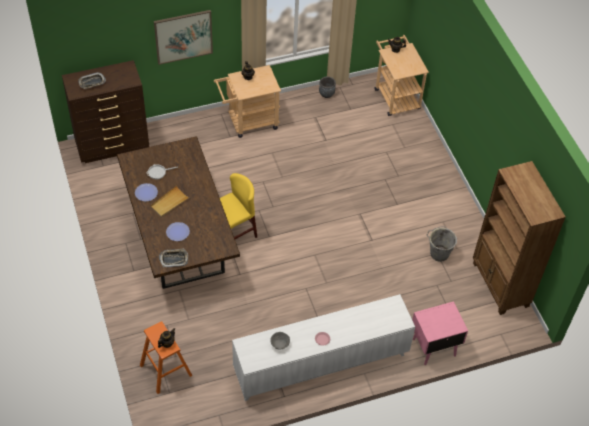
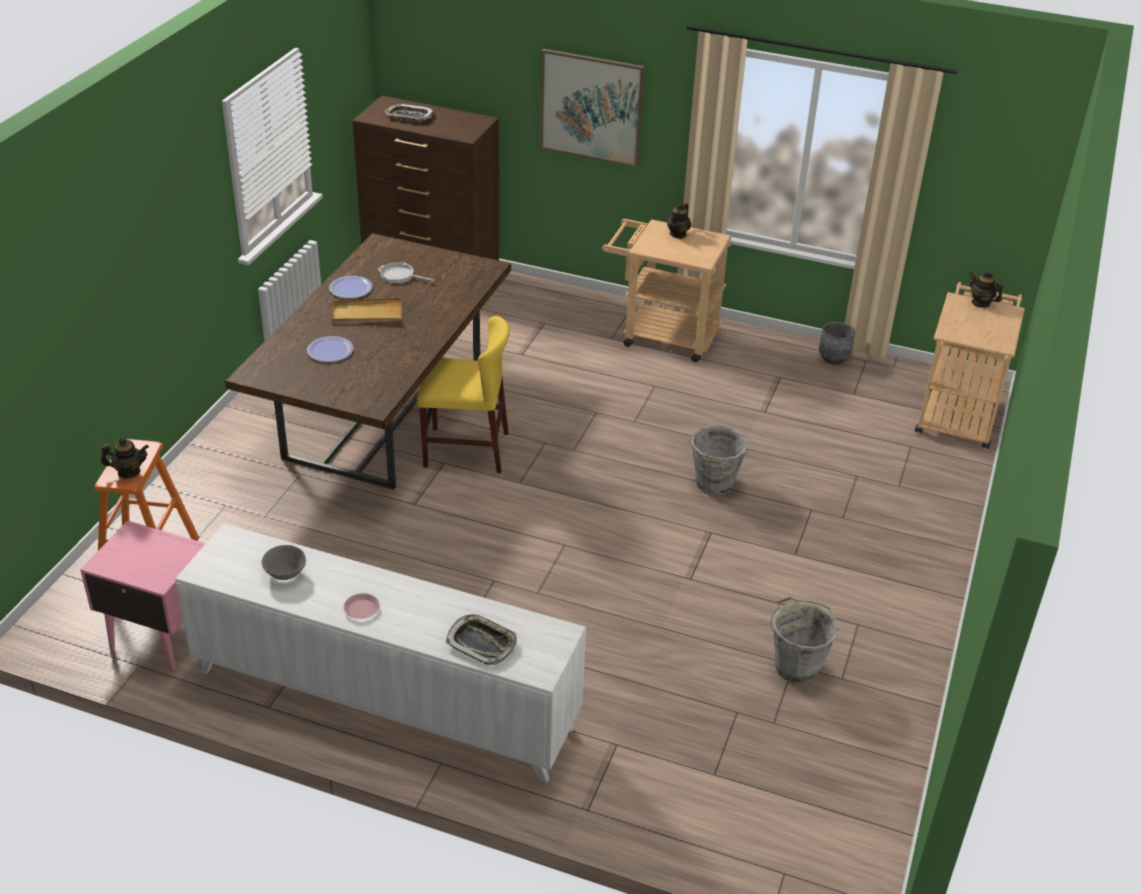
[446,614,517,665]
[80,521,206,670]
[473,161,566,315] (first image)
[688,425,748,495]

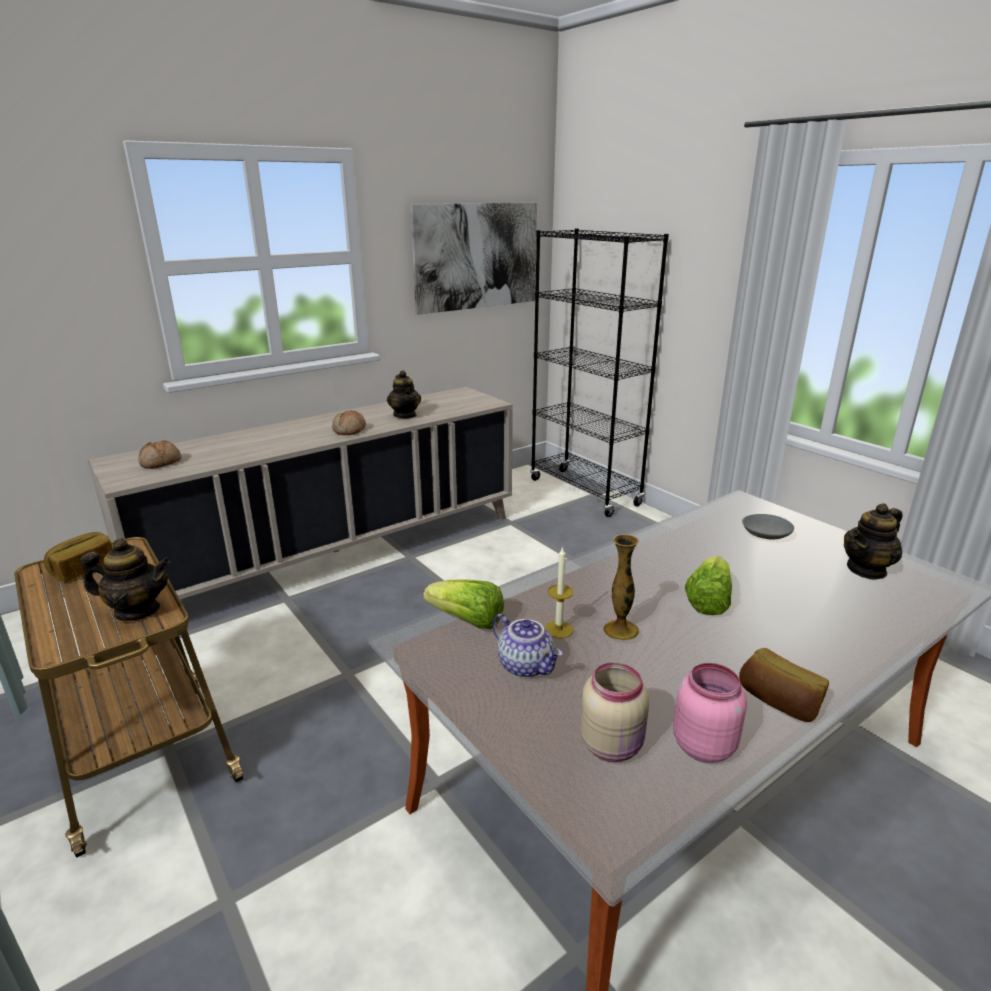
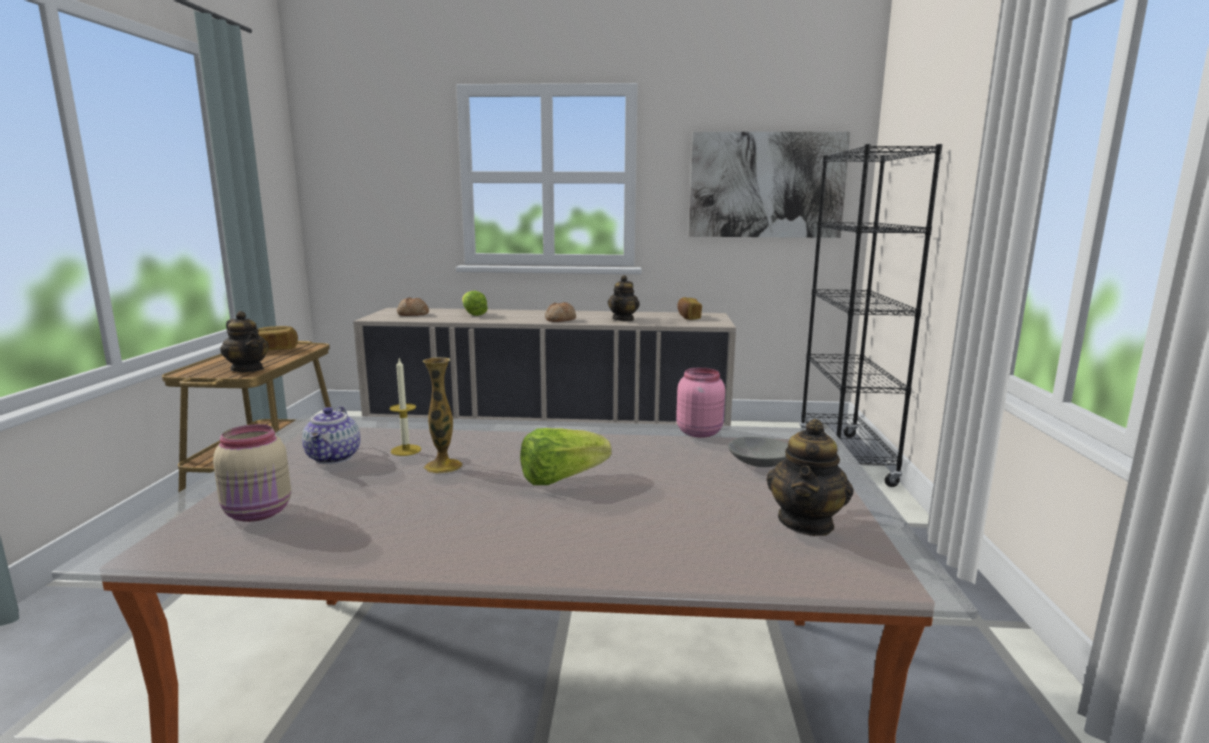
[462,291,488,316]
[676,368,725,438]
[677,297,702,320]
[766,419,854,536]

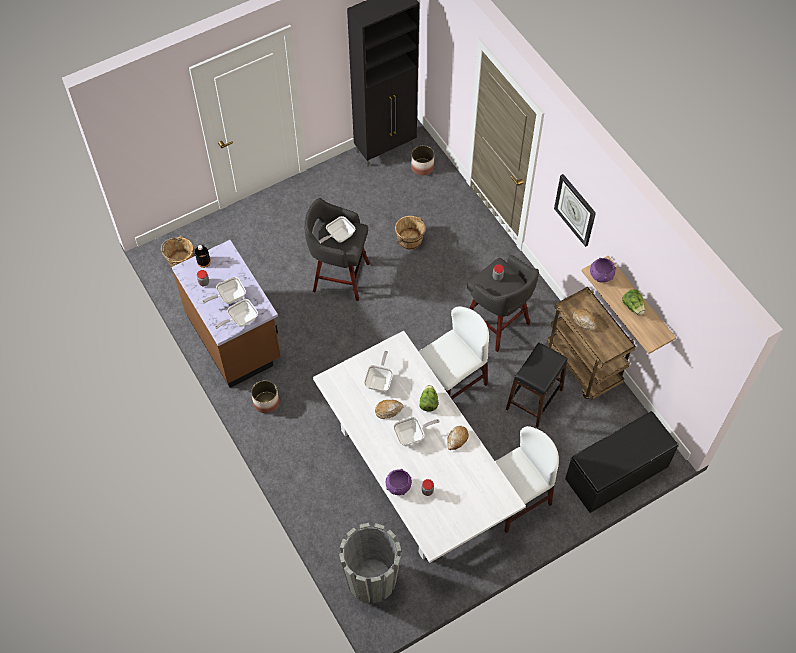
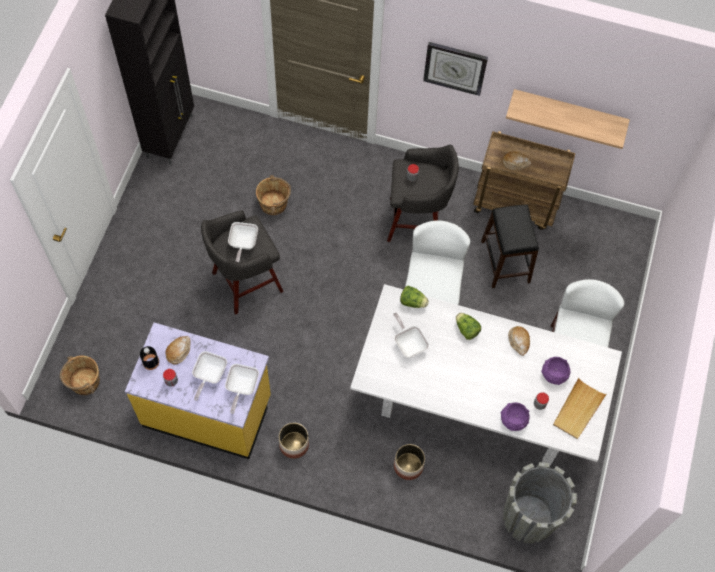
[125,322,271,459]
[166,336,191,365]
[393,417,440,446] (first image)
[394,444,425,480]
[565,411,678,513] (first image)
[541,357,571,385]
[400,286,429,308]
[553,378,607,439]

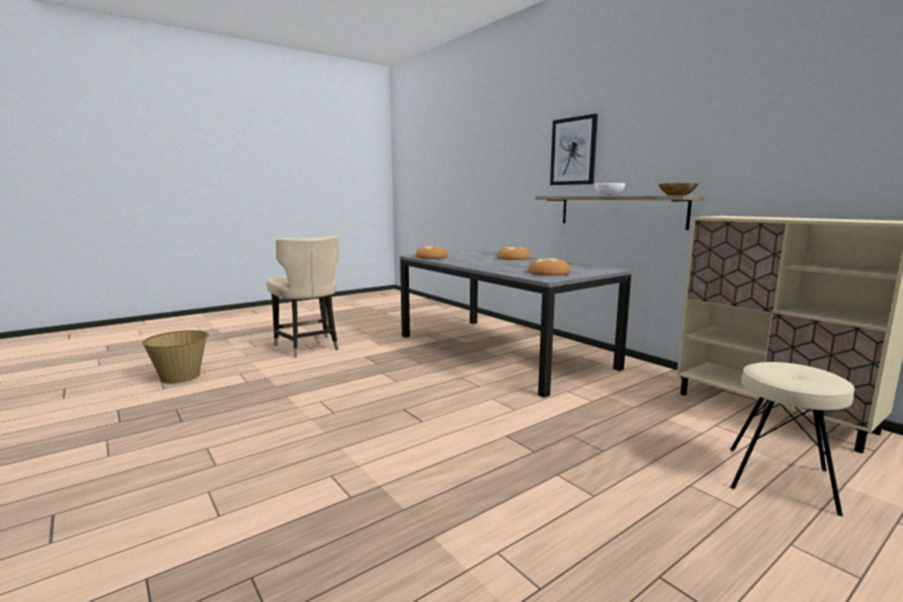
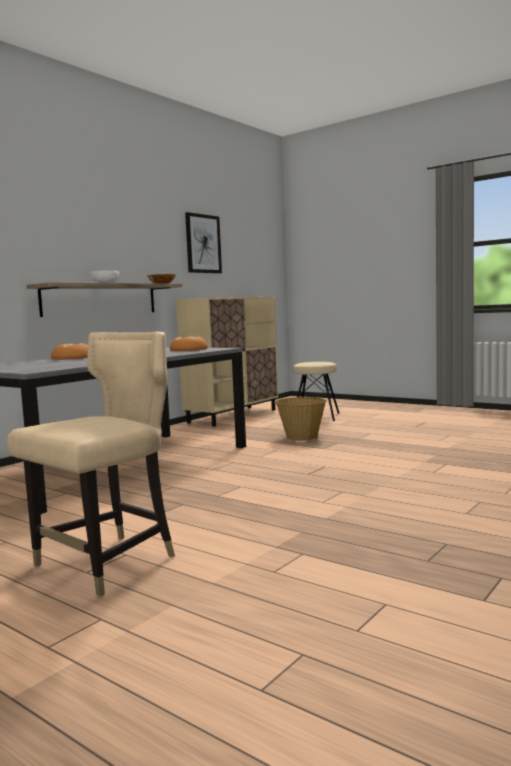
[274,397,326,441]
[415,246,448,259] (first image)
[185,212,222,273]

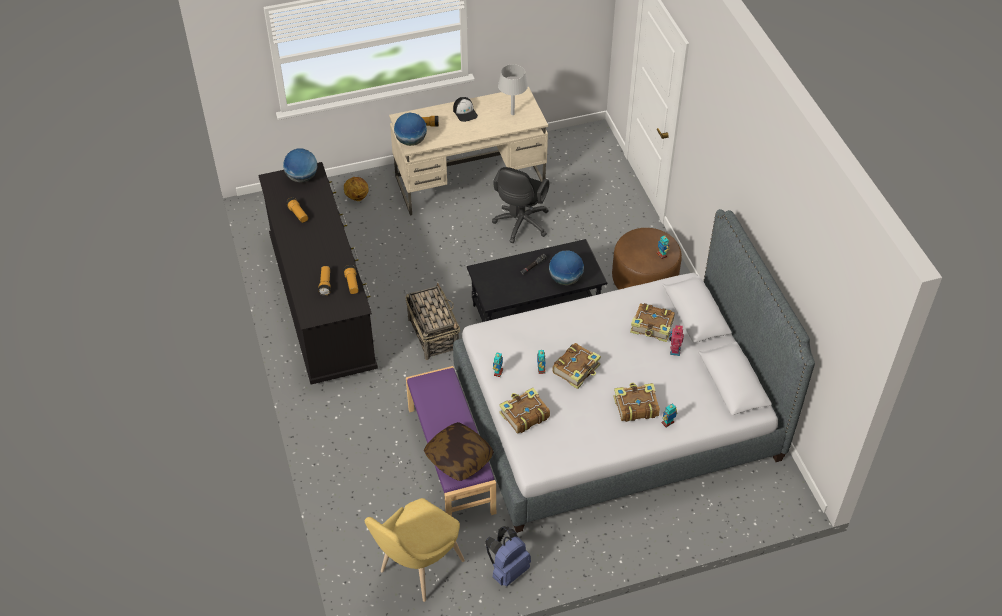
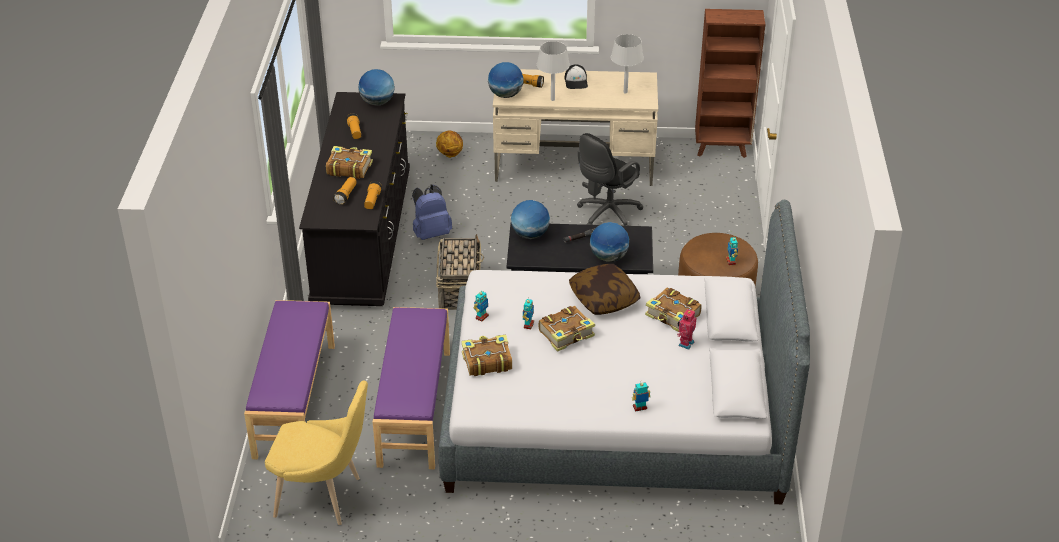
[265,381,368,525]
[569,264,640,315]
[412,184,452,240]
[326,146,373,179]
[244,300,335,459]
[511,200,550,239]
[537,41,570,101]
[695,9,765,158]

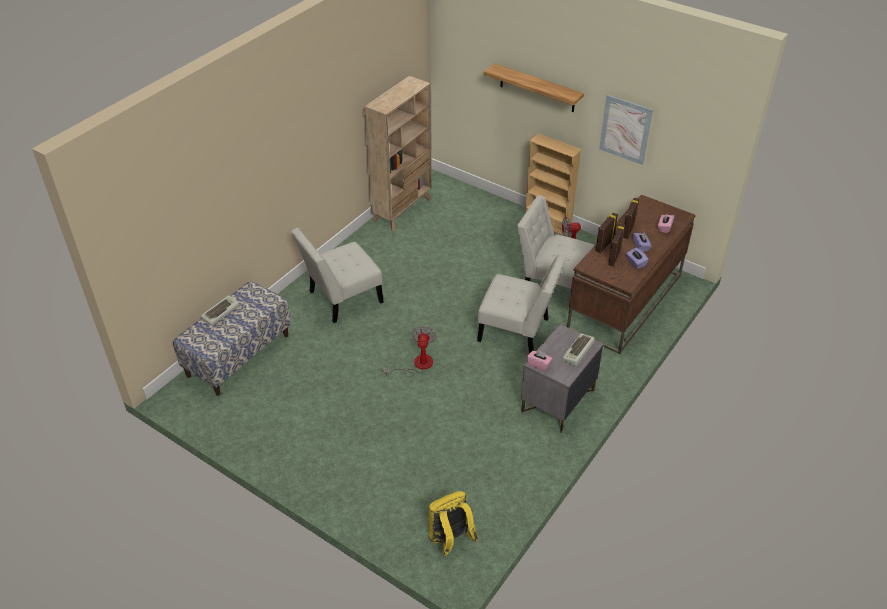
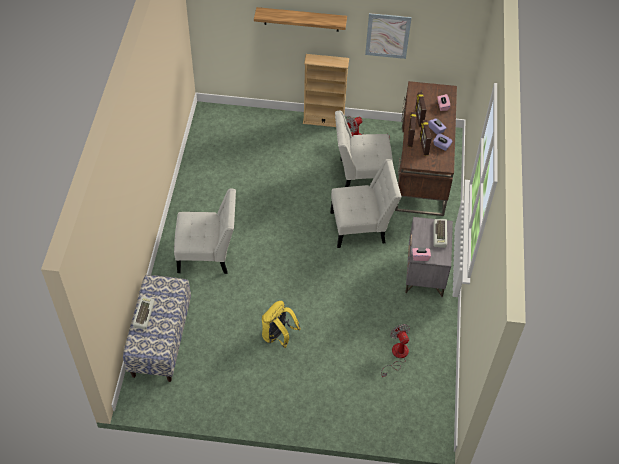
[174,188,236,274]
[364,76,432,231] (first image)
[381,324,410,377]
[262,301,301,348]

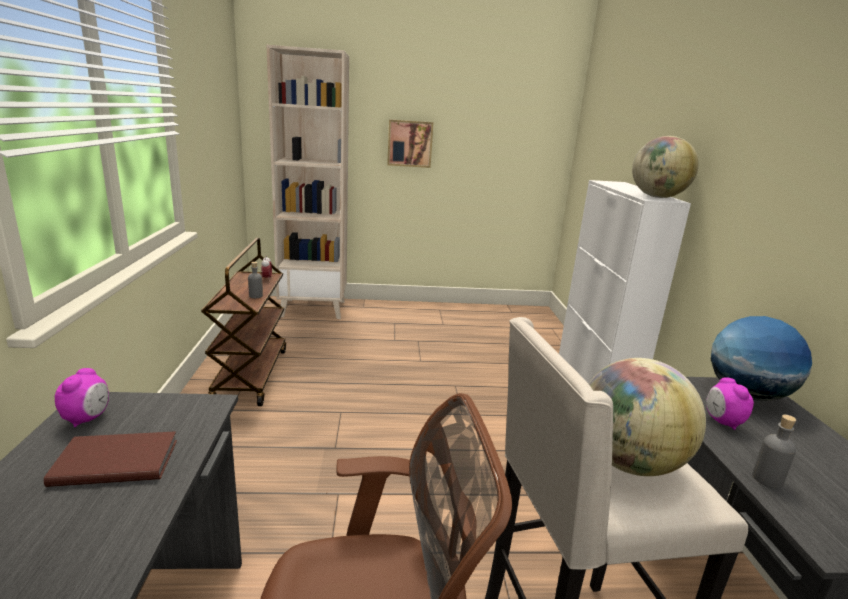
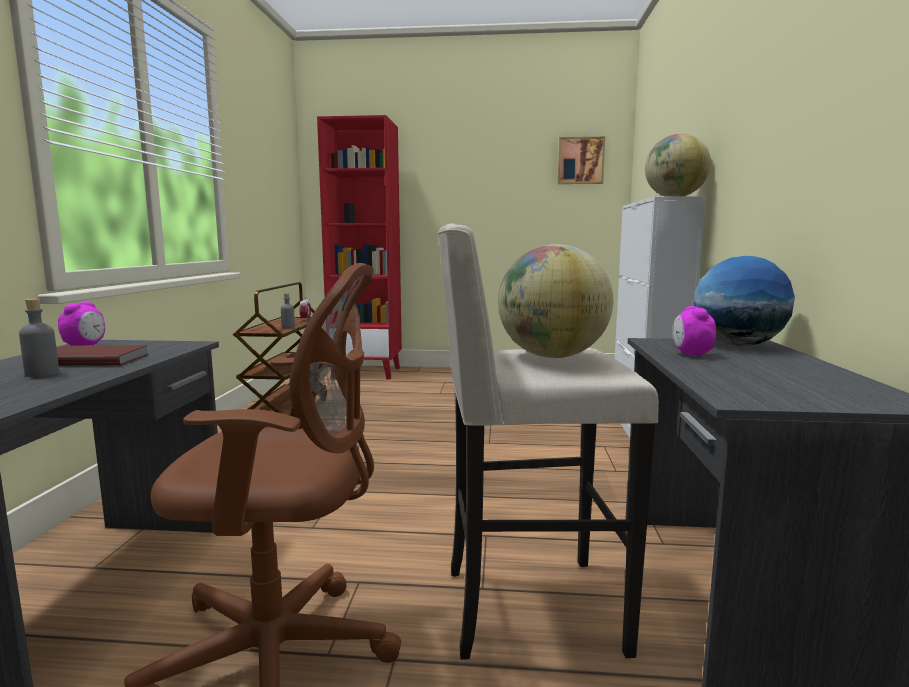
[317,115,402,379]
[558,137,605,184]
[19,299,59,377]

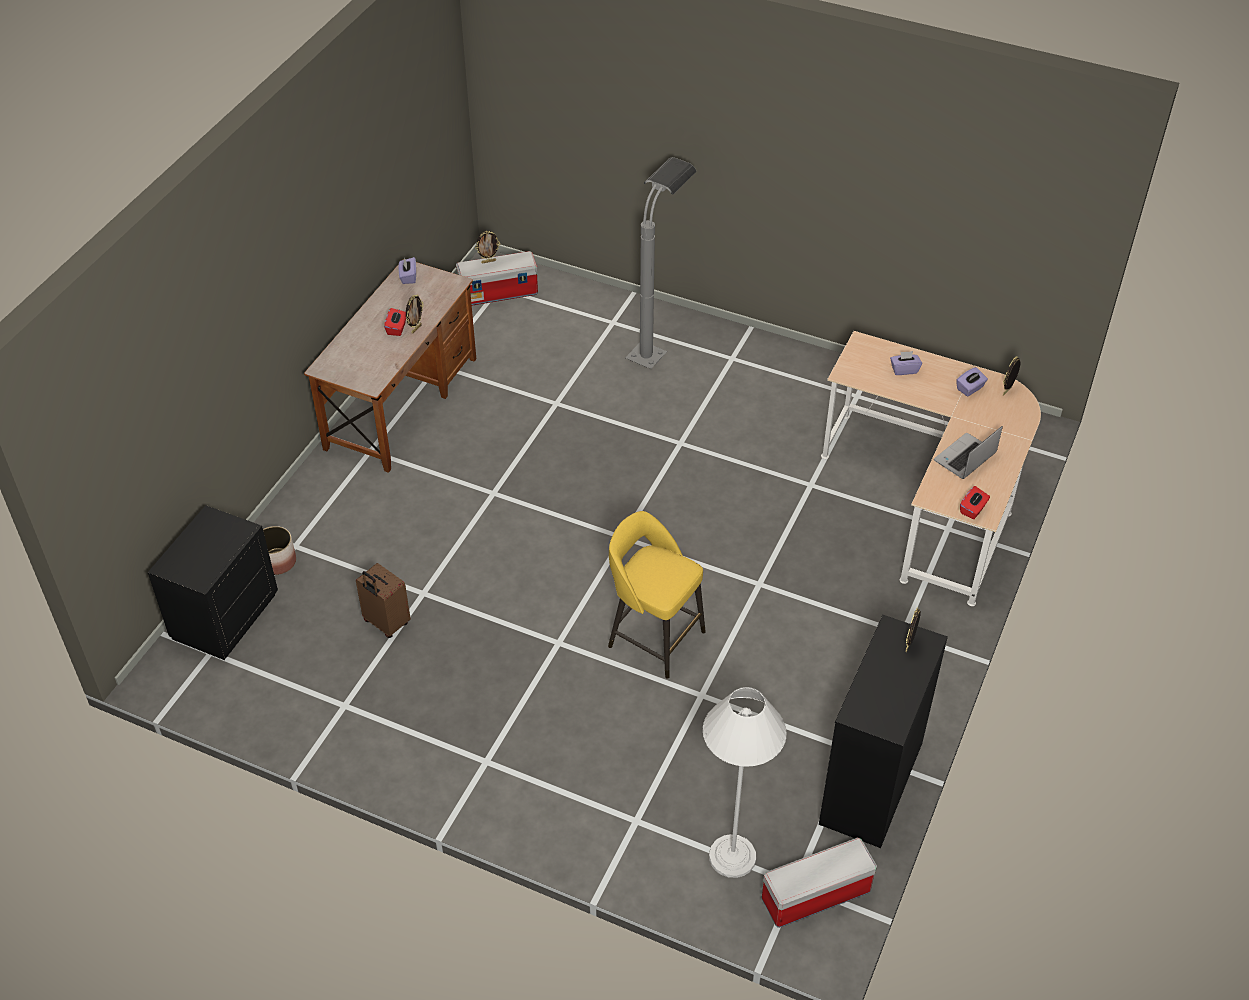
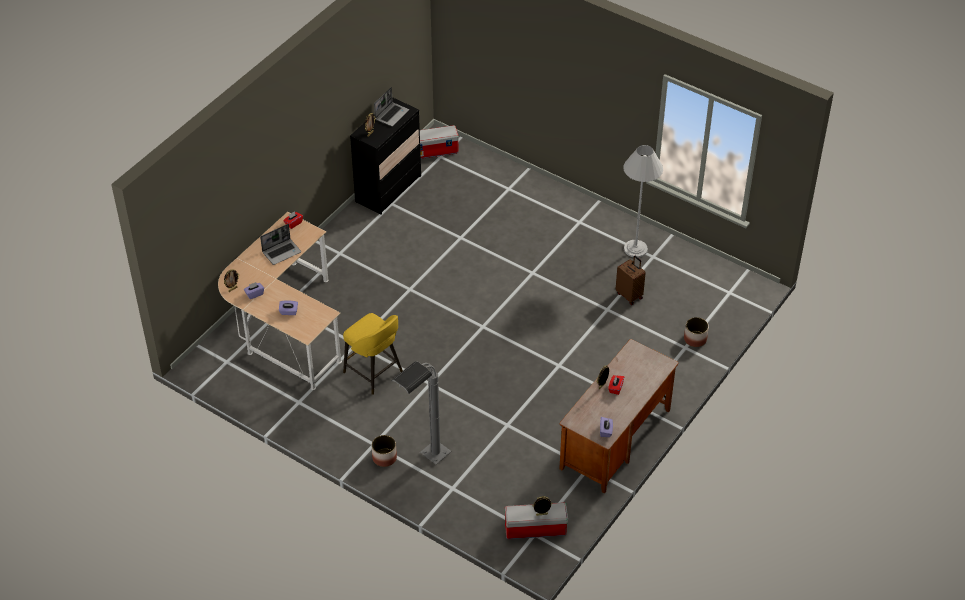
[148,505,278,660] (first image)
[343,313,403,395]
[623,145,663,258]
[372,435,397,467]
[374,87,409,126]

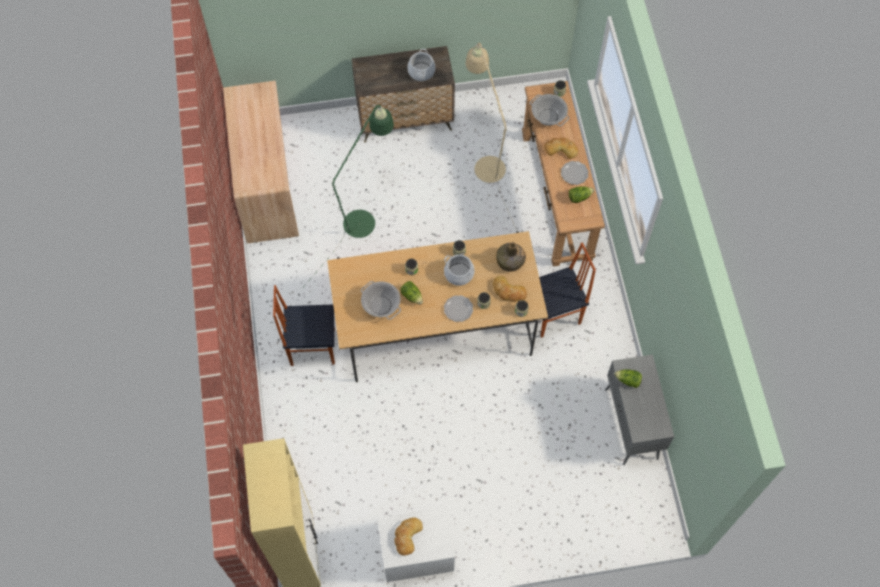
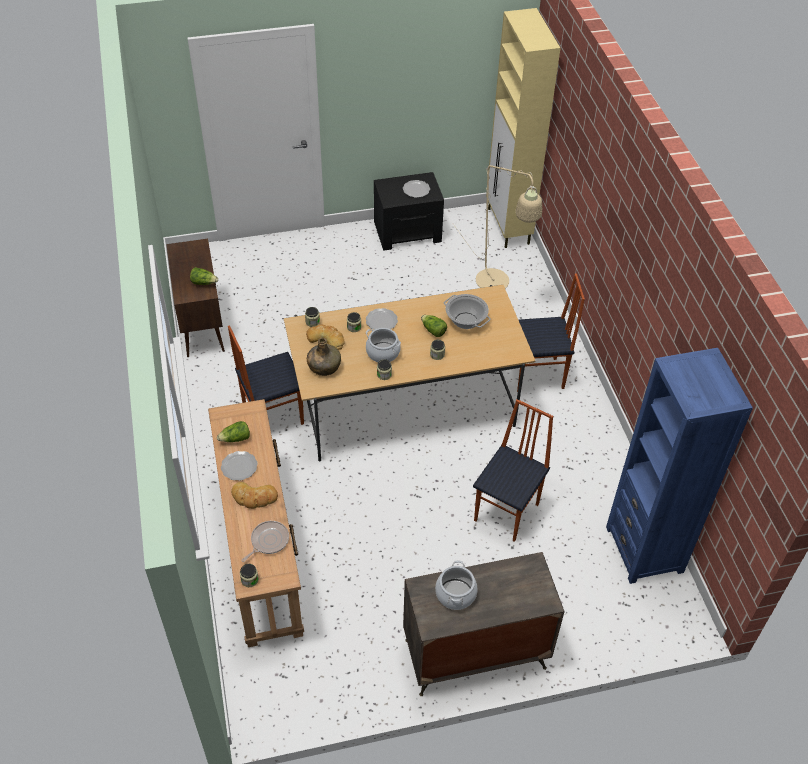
[606,348,753,584]
[473,399,553,542]
[374,172,444,250]
[403,180,430,198]
[453,165,542,288]
[242,521,289,562]
[166,238,225,357]

